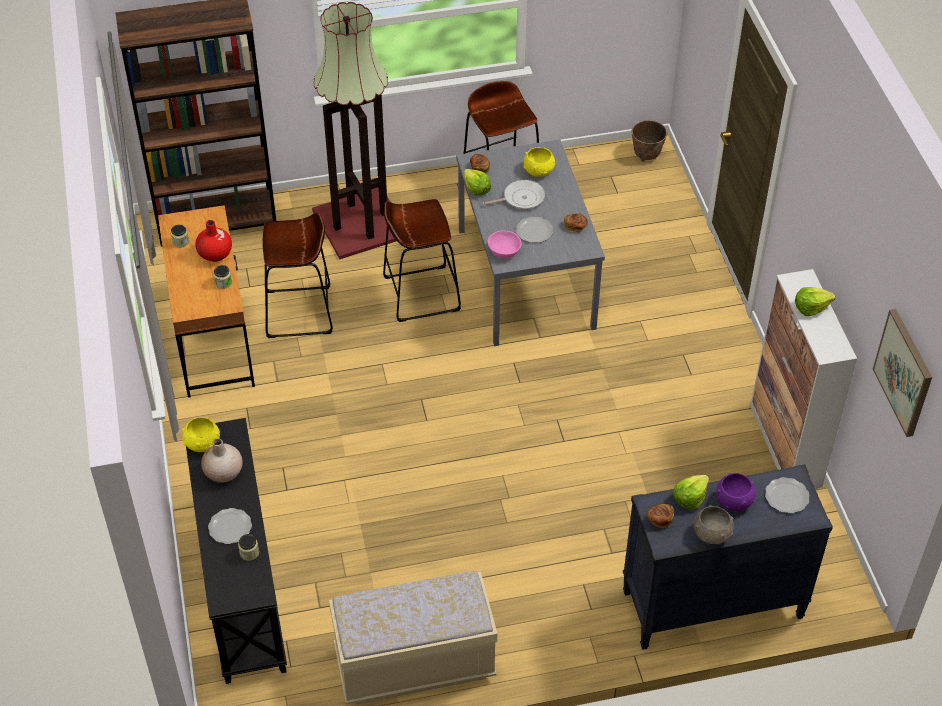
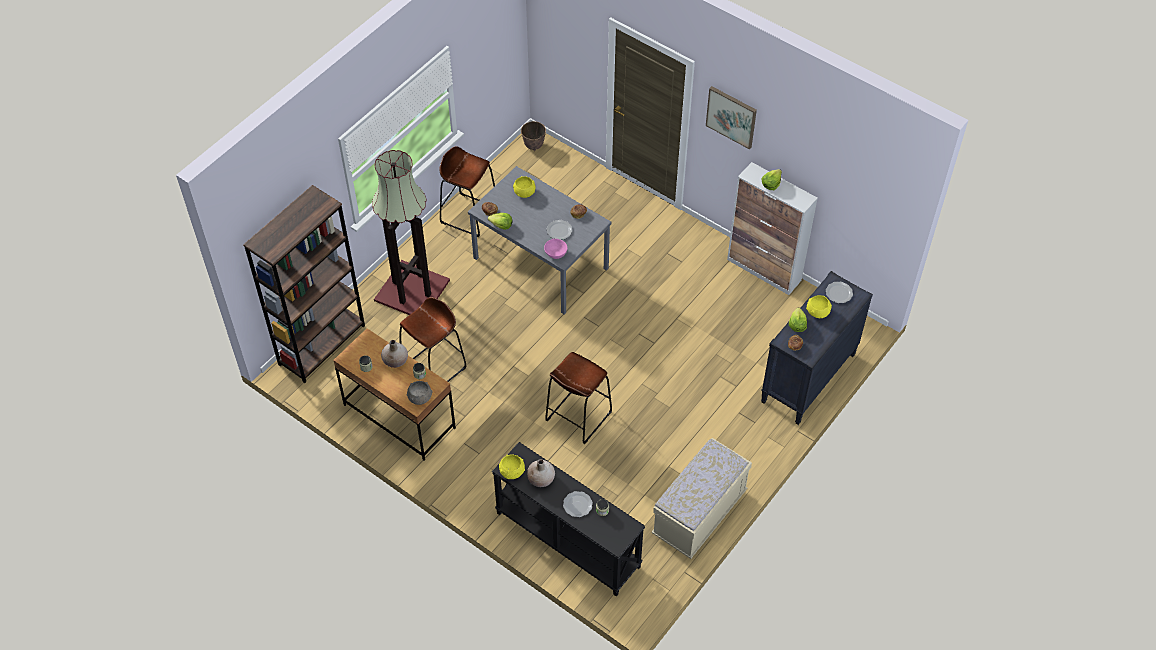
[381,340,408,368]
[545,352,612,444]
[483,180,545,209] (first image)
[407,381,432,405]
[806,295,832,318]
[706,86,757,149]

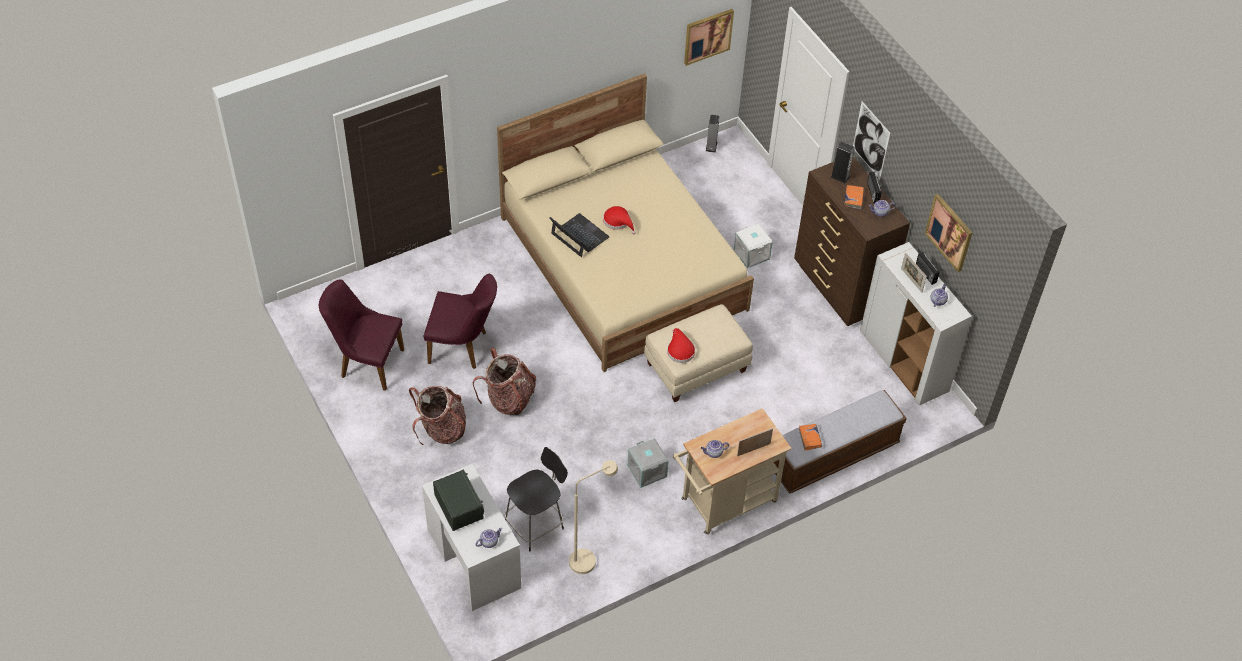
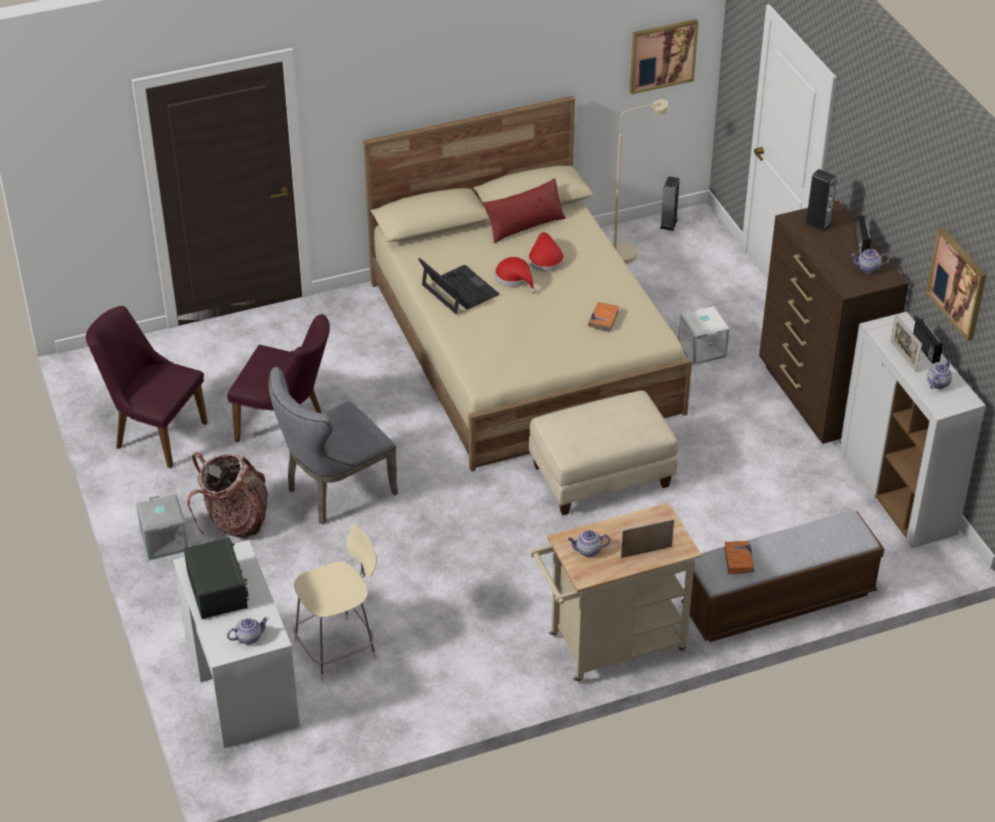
[269,367,398,525]
[293,524,377,681]
[612,99,670,264]
[136,494,189,560]
[528,232,564,272]
[588,302,619,332]
[853,101,890,179] (first image)
[483,178,566,244]

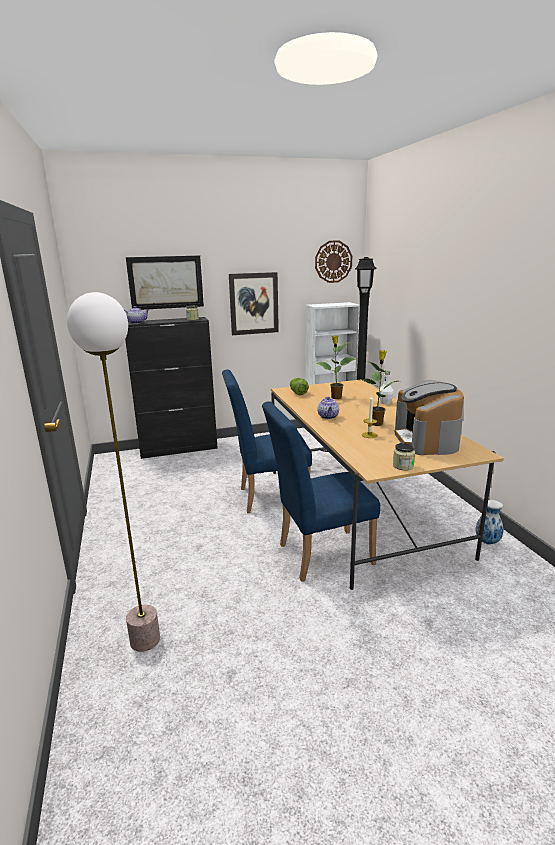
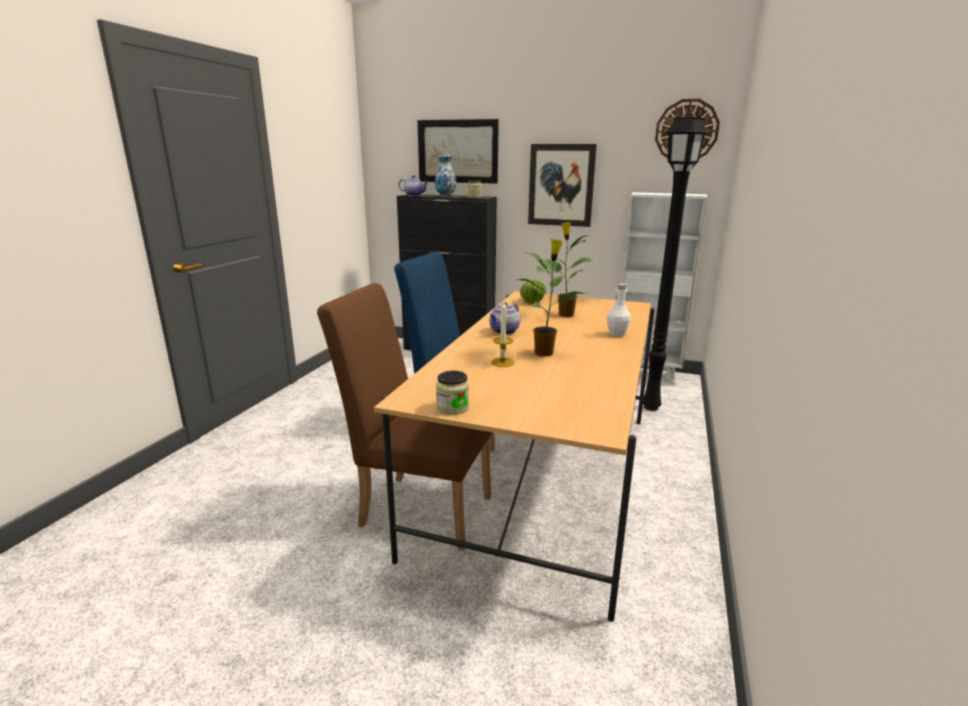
[67,292,160,652] (first image)
[317,283,492,551]
[395,380,464,455] (first image)
[435,155,456,196]

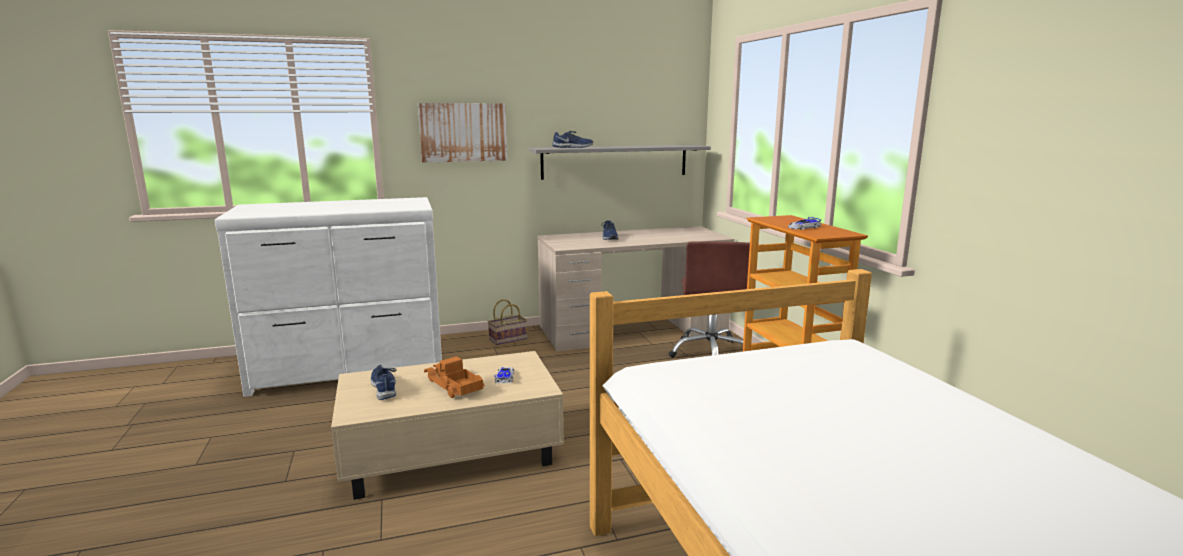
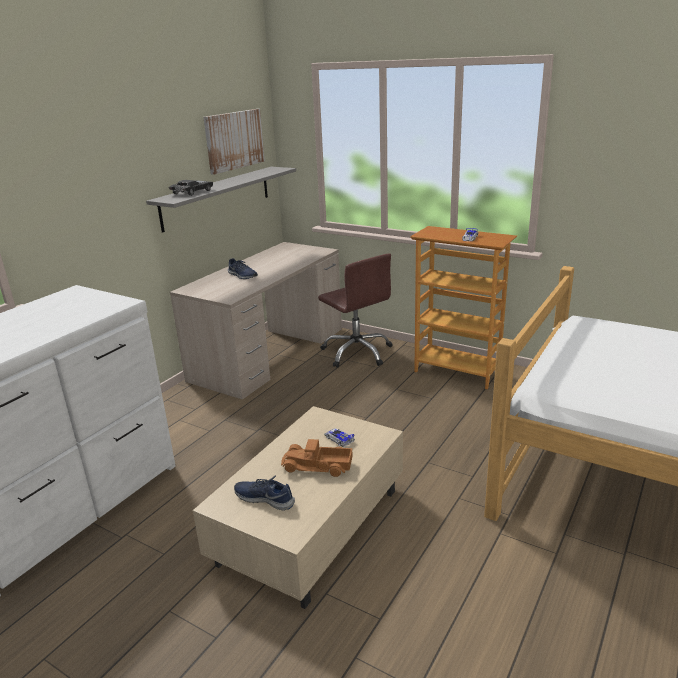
[204,109,265,175]
[488,299,527,345] (first image)
[168,180,213,196]

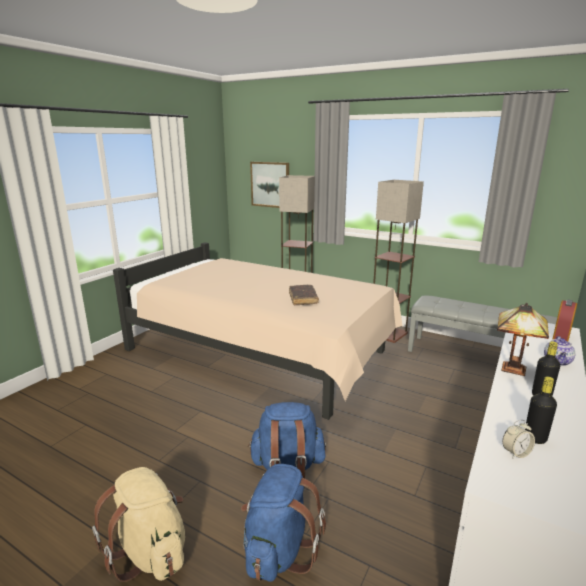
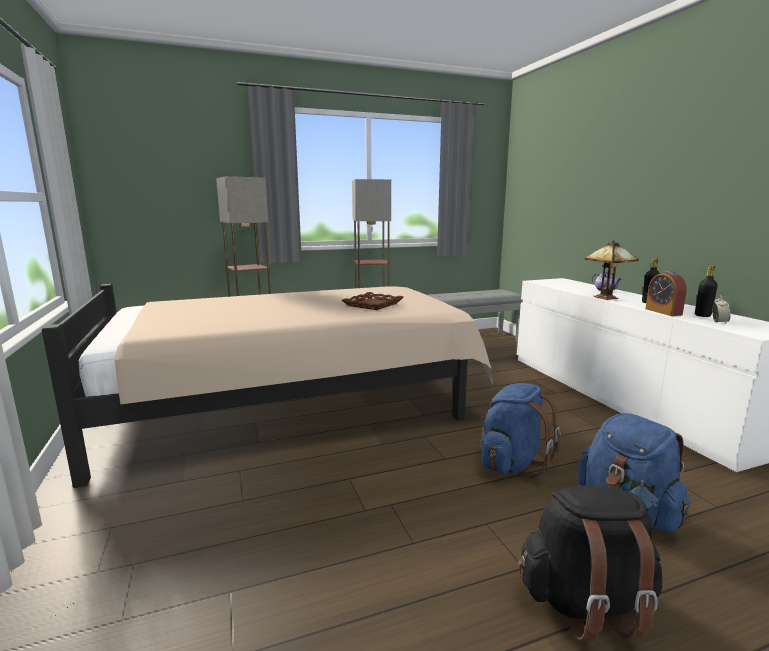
[518,486,662,641]
[250,162,289,208] (first image)
[341,292,404,310]
[645,271,687,316]

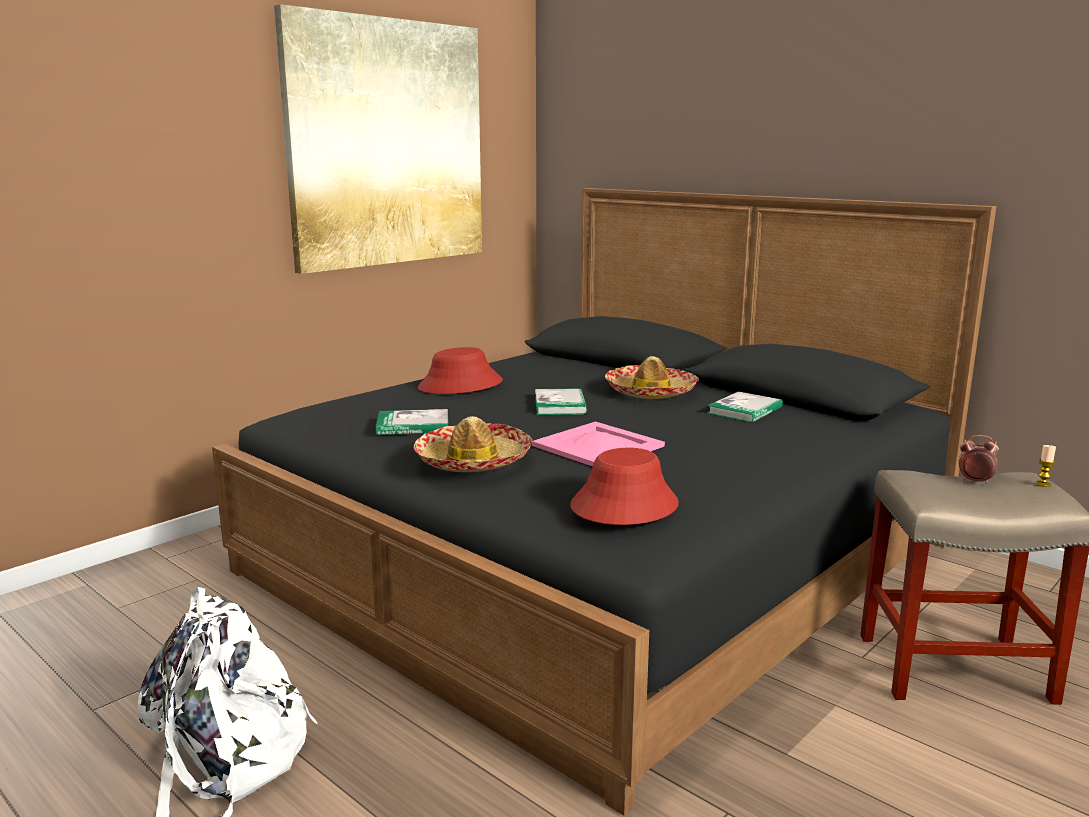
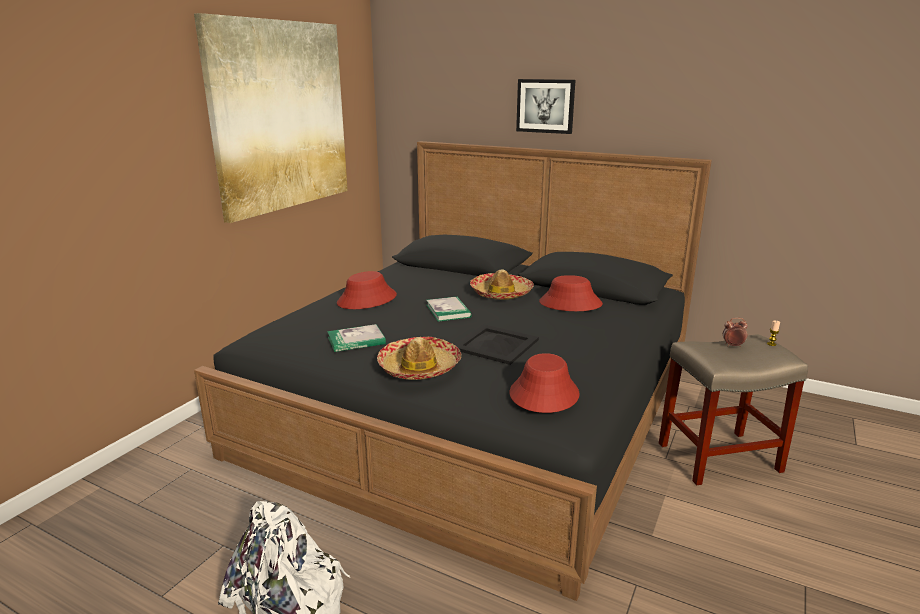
[454,324,539,365]
[539,275,603,311]
[516,79,575,134]

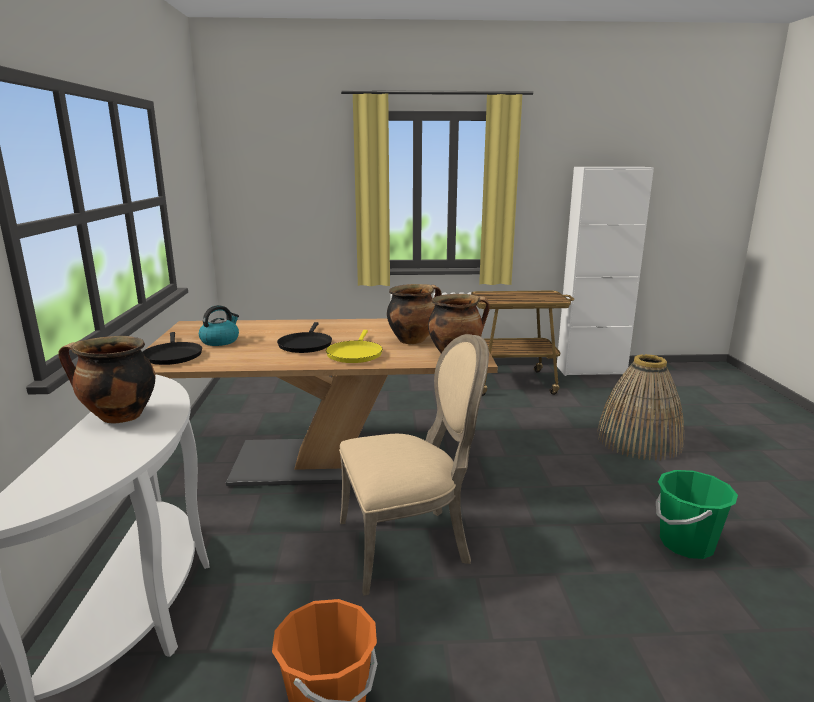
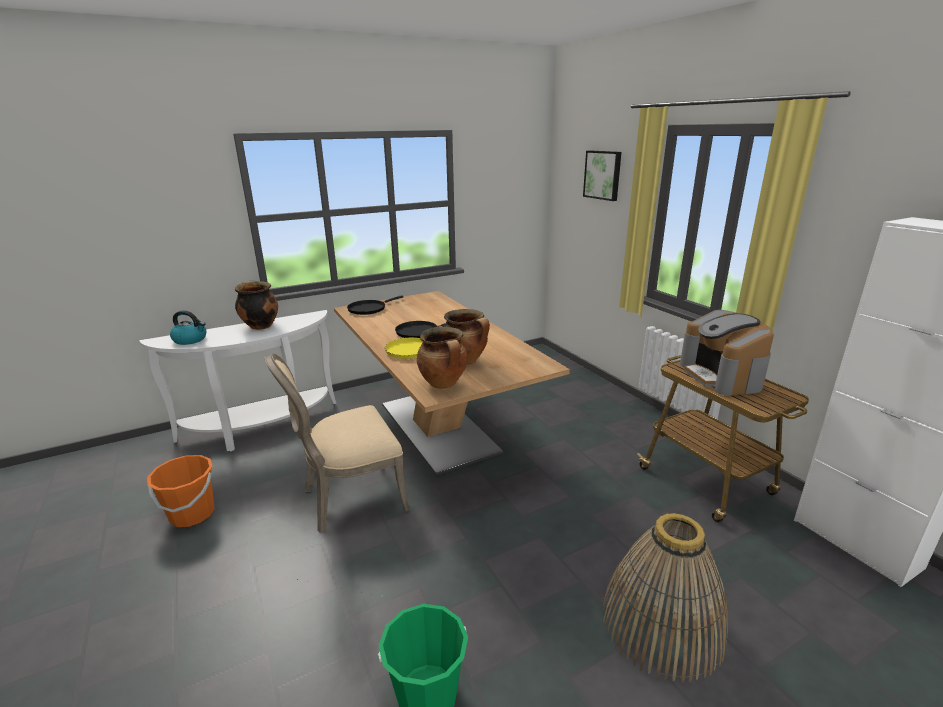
[170,310,206,345]
[264,354,410,533]
[583,151,622,201]
[680,310,774,396]

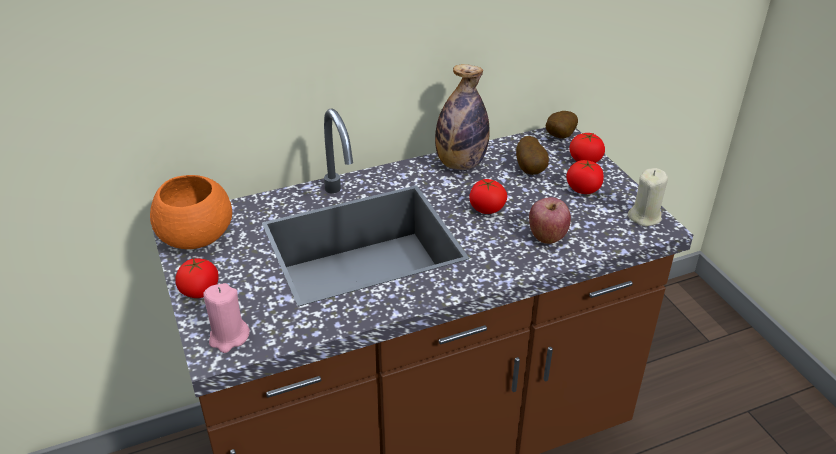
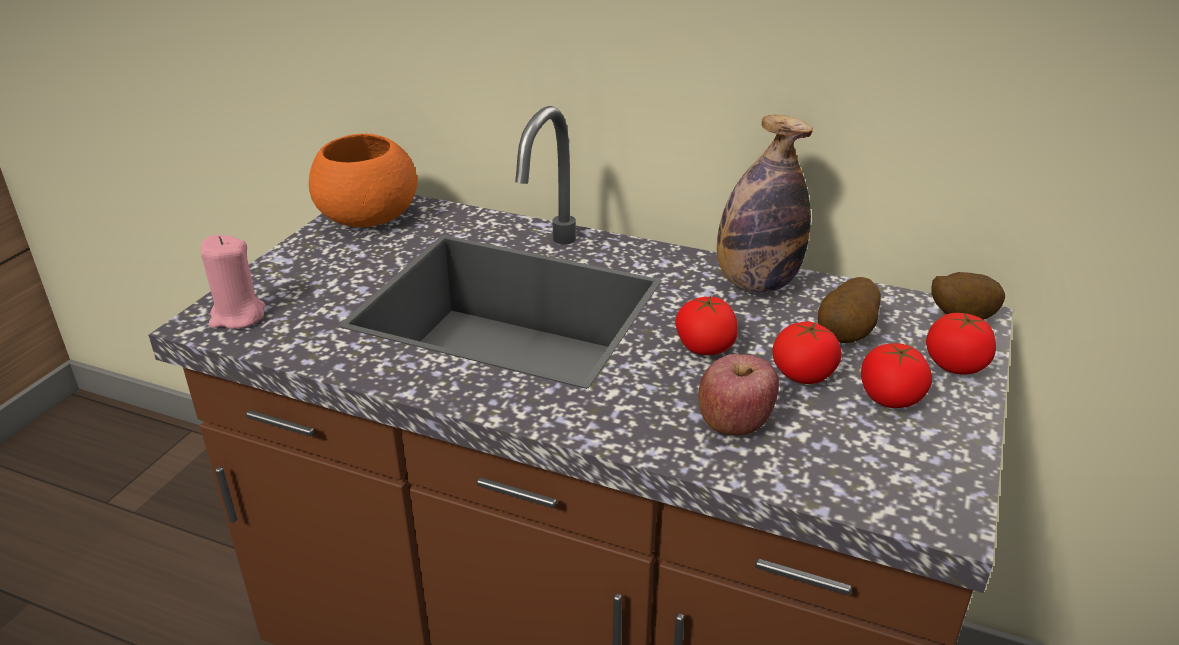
[772,321,842,384]
[628,168,668,226] (first image)

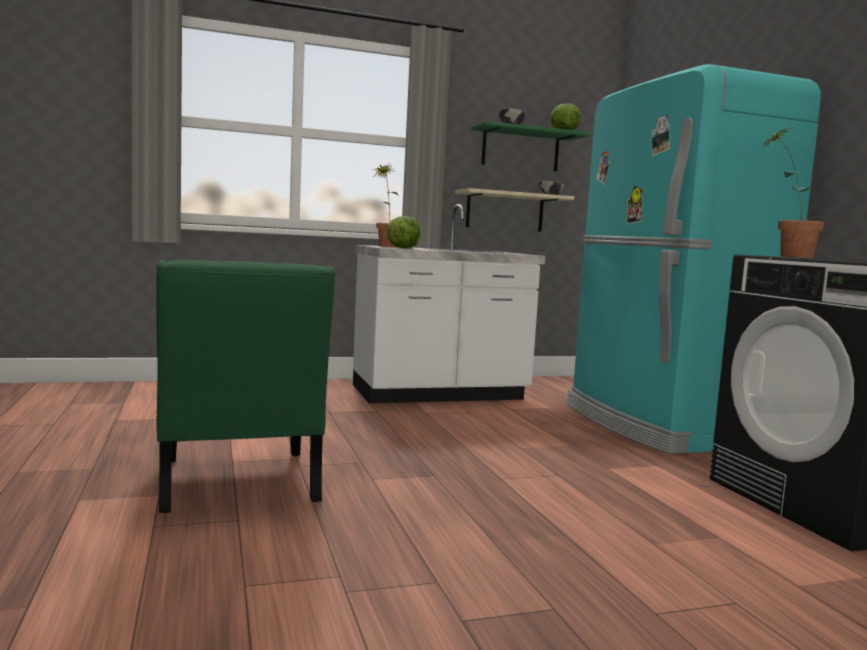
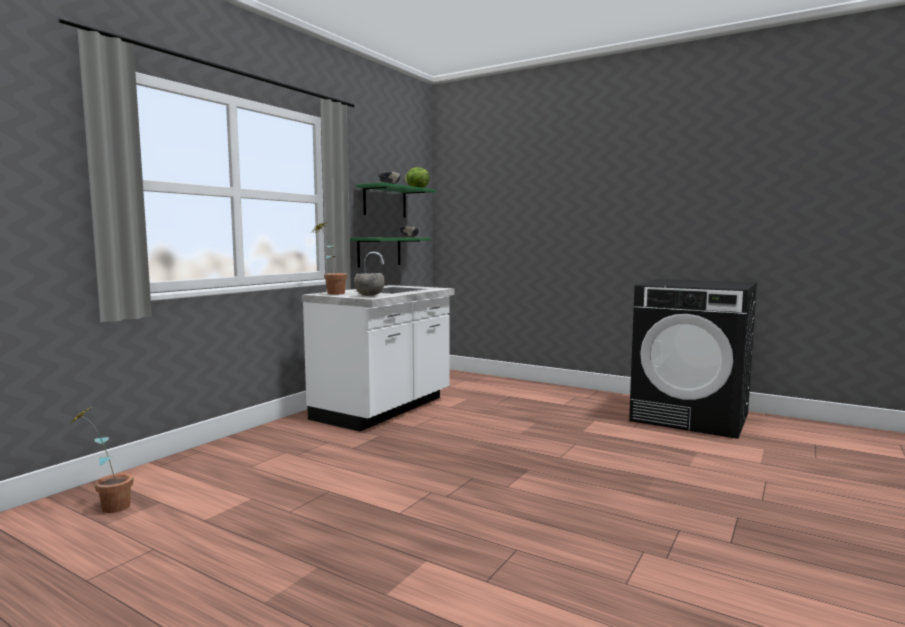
[156,260,336,513] (first image)
[354,273,385,296]
[350,238,431,268]
[567,64,821,454] (first image)
[69,407,133,513]

